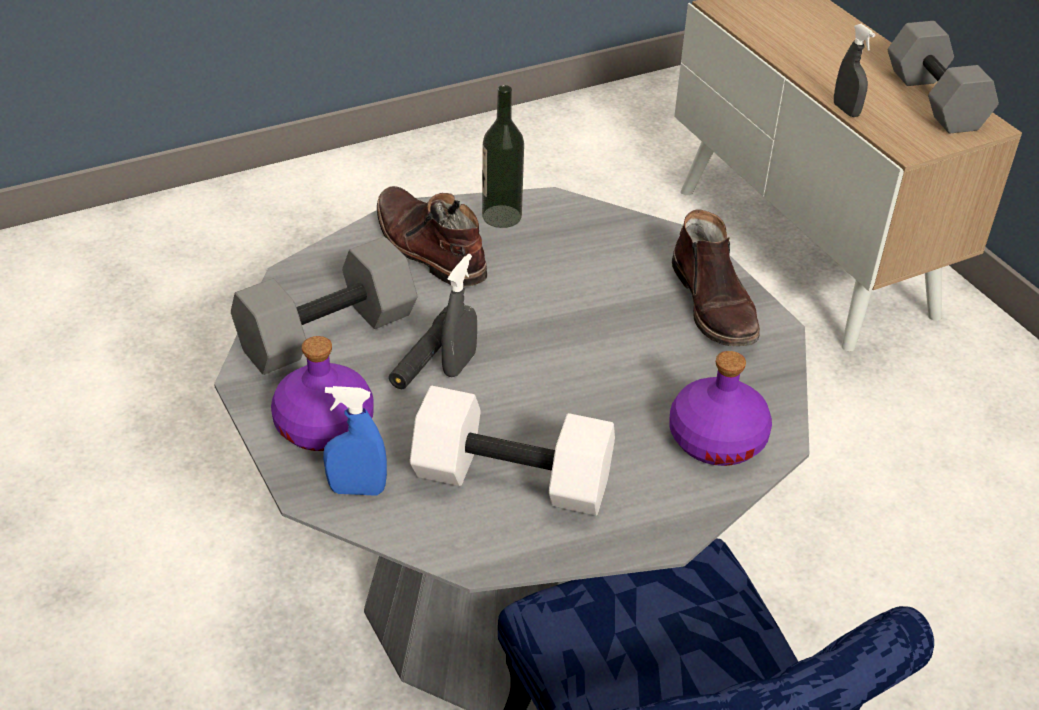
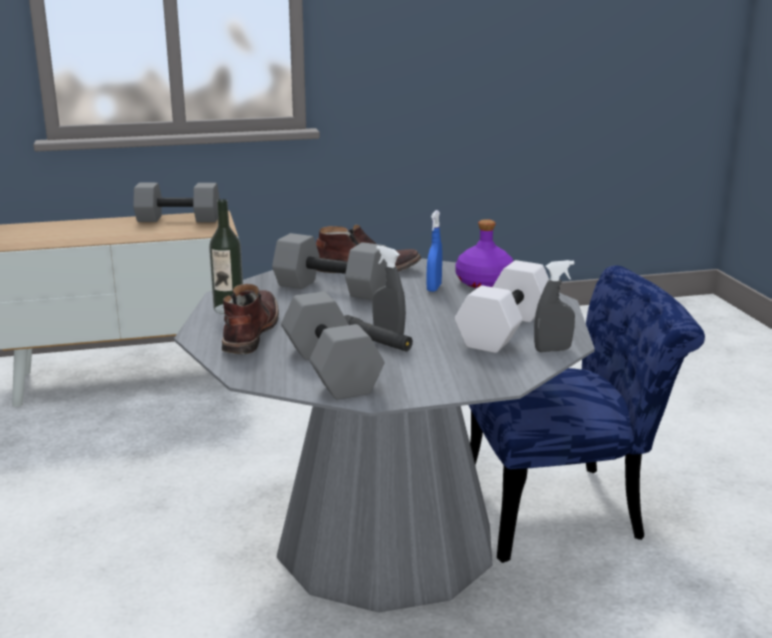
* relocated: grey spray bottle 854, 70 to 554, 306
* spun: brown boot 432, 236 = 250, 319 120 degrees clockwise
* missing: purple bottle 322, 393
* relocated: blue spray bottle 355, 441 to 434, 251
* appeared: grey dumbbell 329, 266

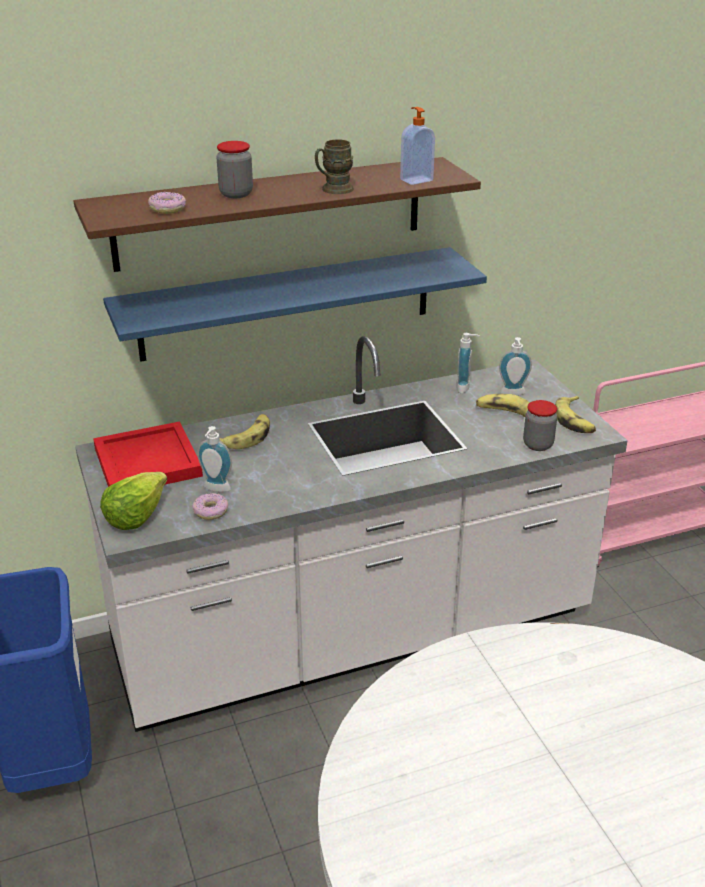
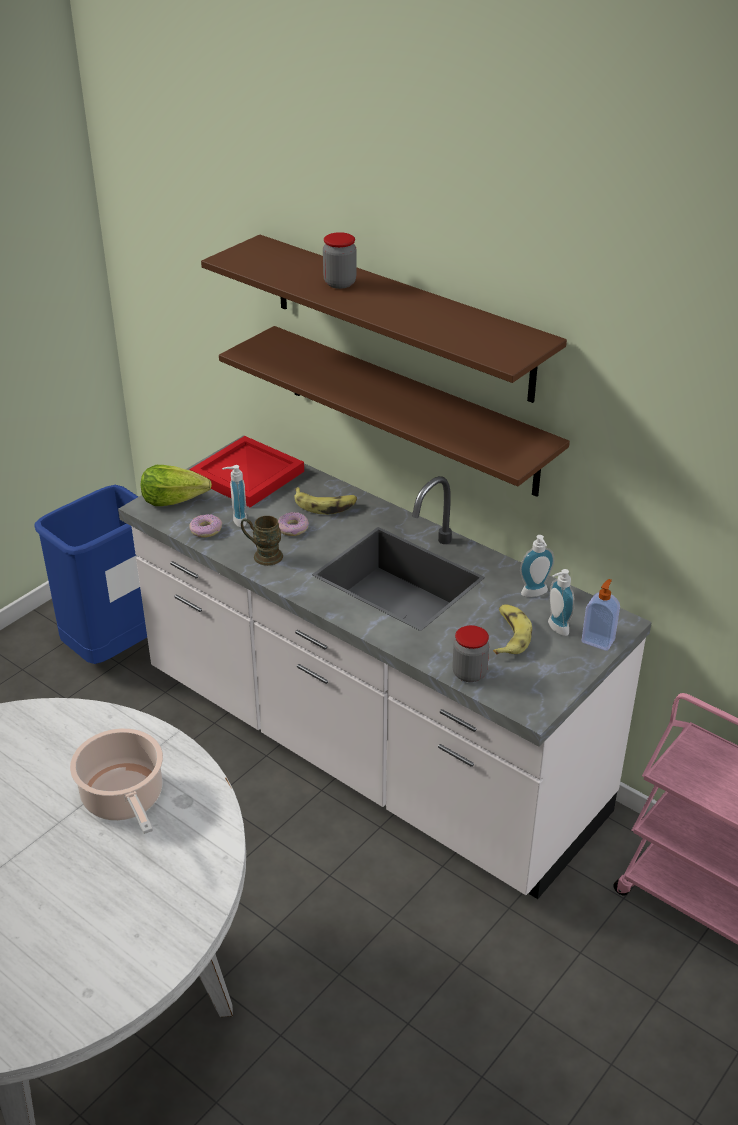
* relocated: soap dispenser 417, 146 to 600, 615
* relocated: brown mug 334, 166 to 262, 541
* relocated: donut 167, 203 to 293, 524
* colour: blue shelf 295, 304 to brown shelf 394, 411
* missing: banana 575, 414
* appeared: cooking pot 116, 781

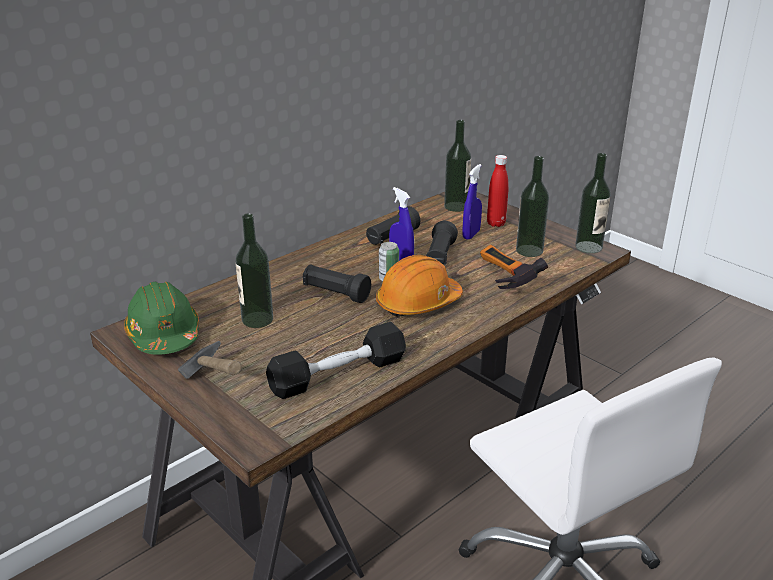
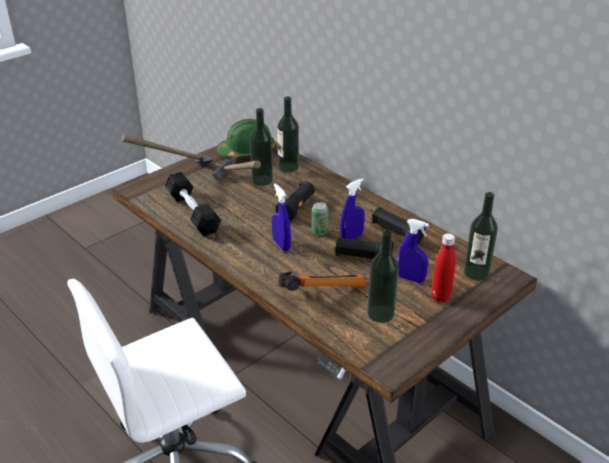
* relocated: bottle 593, 203 to 288, 134
* exchanged: orange hard hat 419, 286 to blue spray bottle 281, 217
* appeared: hammer 236, 168

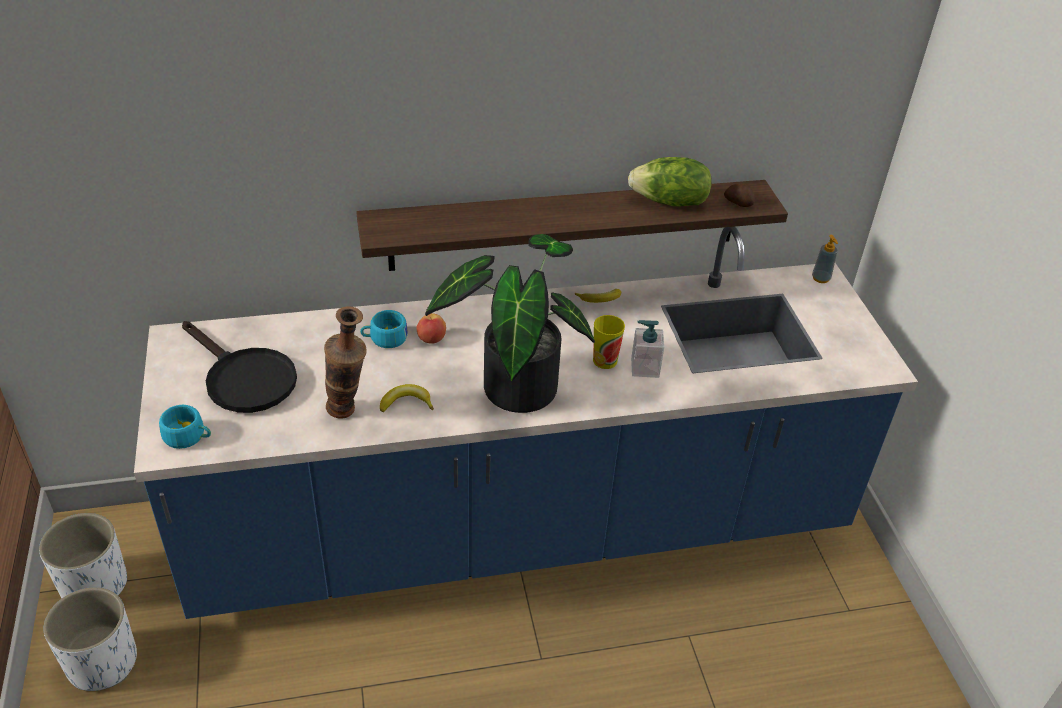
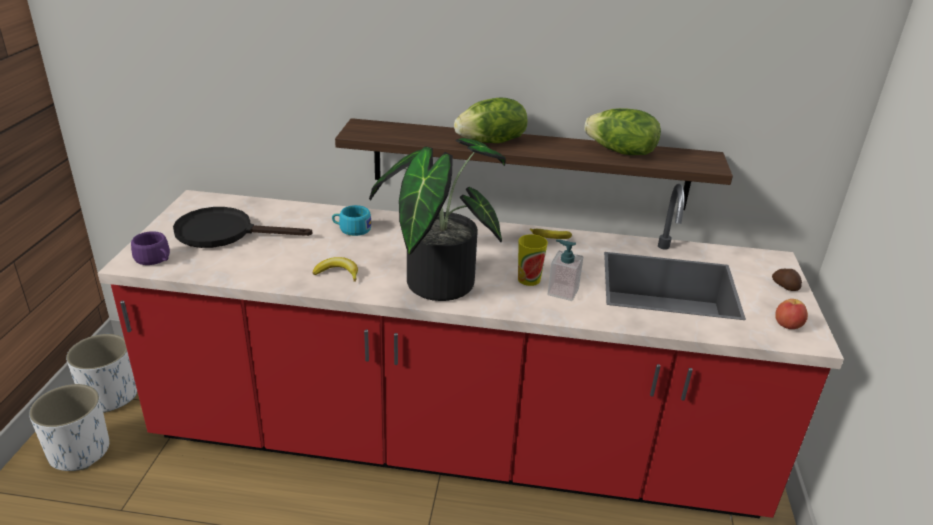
* relocated: potato 739, 195 to 787, 280
* colour: blue counter 526, 423 to red counter 471, 351
* missing: soap dispenser 825, 259
* missing: vase 345, 362
* relocated: apple 431, 328 to 791, 314
* spun: black frying pan 239, 367 = 242, 227 120 degrees clockwise
* colour: turquoise cup 185, 427 to purple cup 150, 248
* appeared: lettuce 491, 120

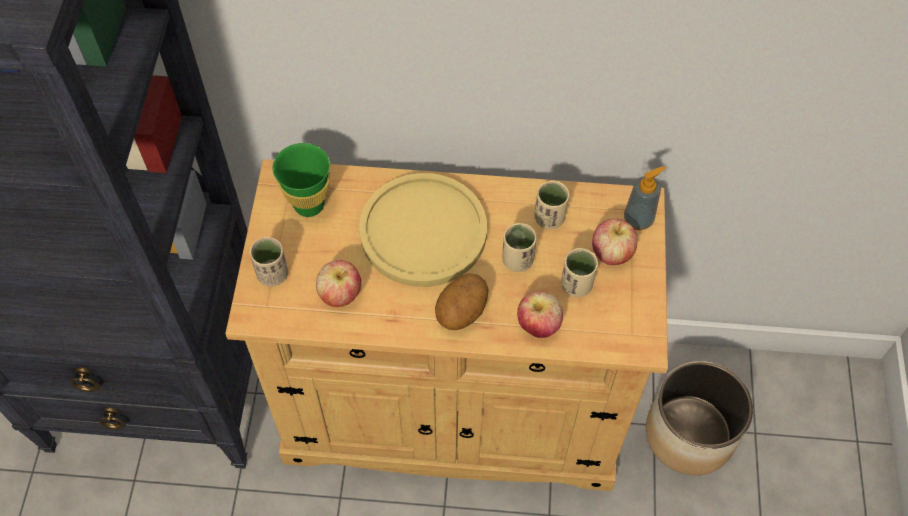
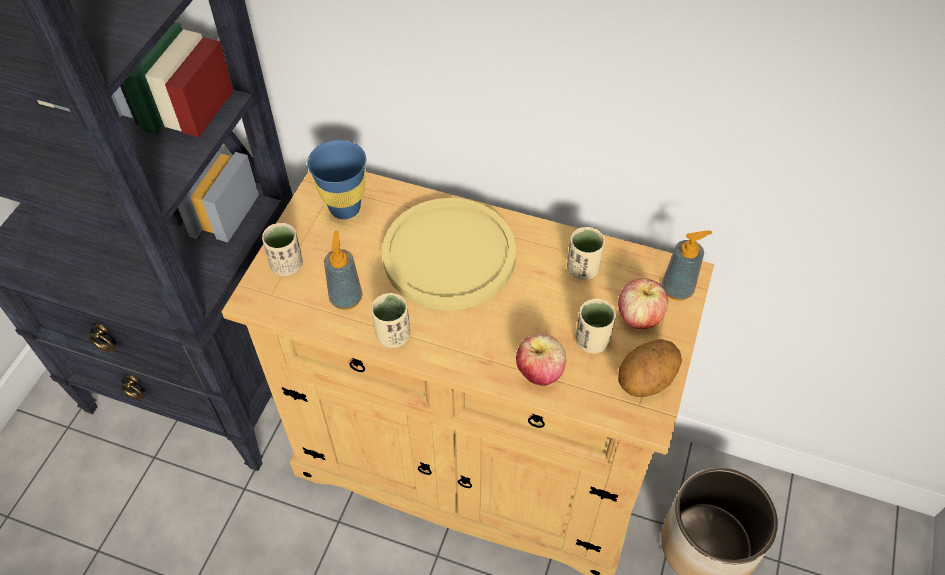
* colour: green cup 301, 180 to blue cup 336, 179
* relocated: beige cup 519, 247 to 390, 320
* exchanged: apple 338, 283 to soap dispenser 343, 270
* relocated: potato 462, 302 to 650, 368

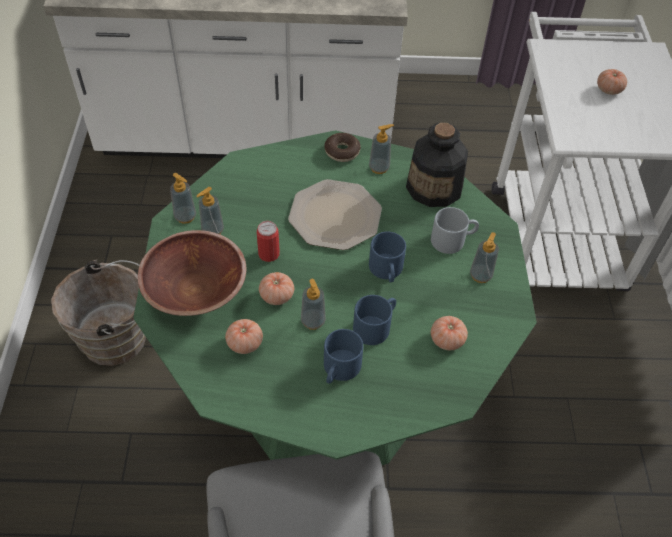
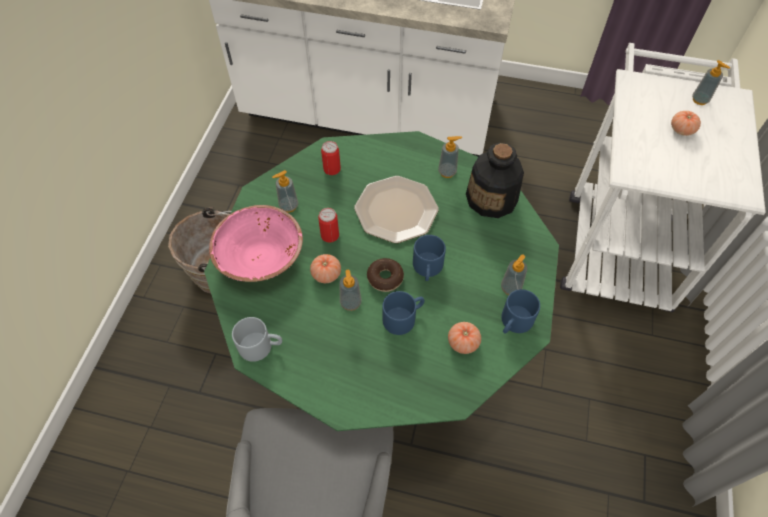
* relocated: donut 343, 147 to 385, 275
* relocated: soap dispenser 183, 198 to 711, 82
* relocated: grey mug 455, 230 to 257, 339
* colour: brown bowl 192, 273 to pink bowl 256, 243
* missing: tomato 244, 336
* relocated: blue mug 343, 356 to 520, 311
* appeared: can 331, 158

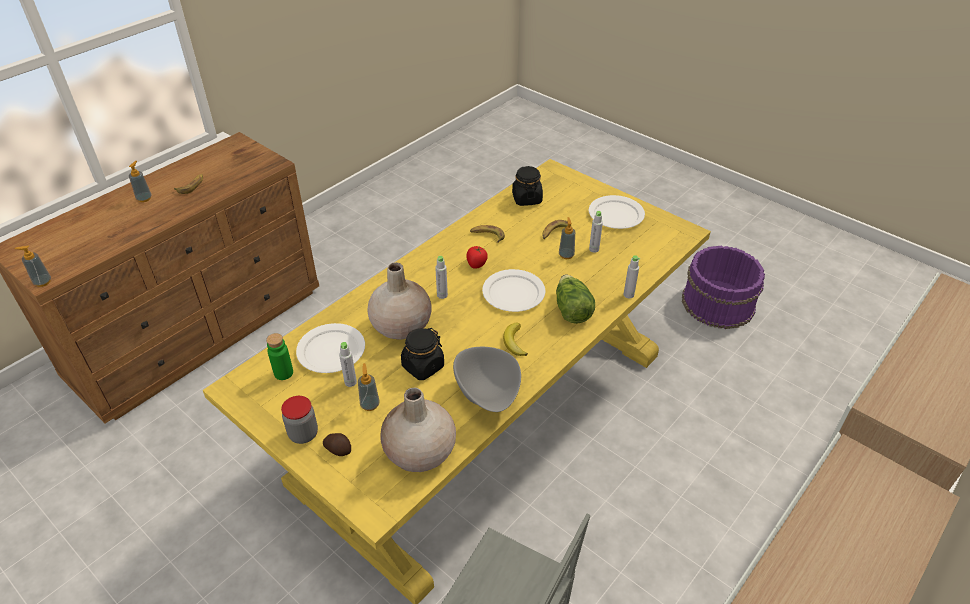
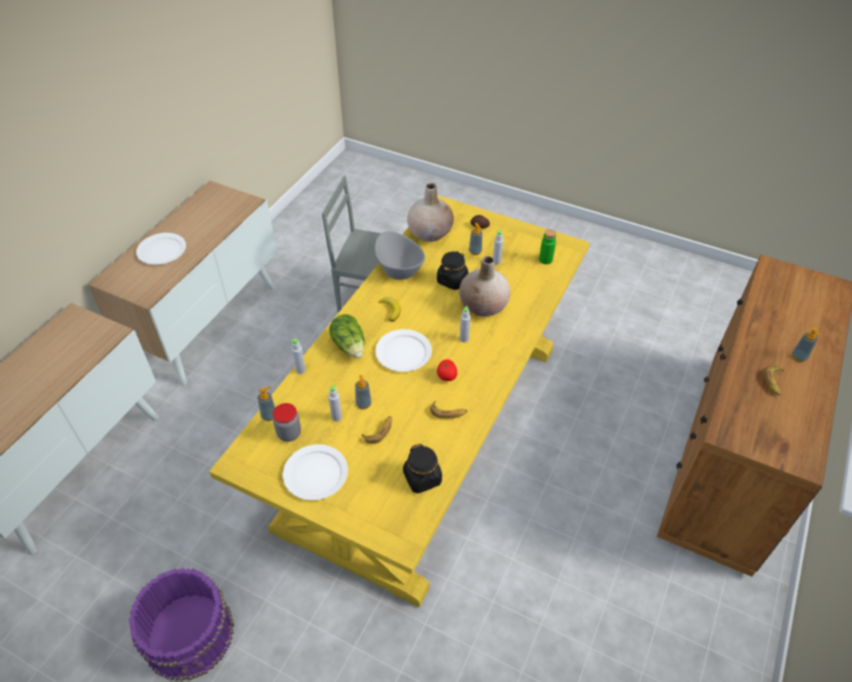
* relocated: soap dispenser 32, 266 to 266, 403
* relocated: white plate 330, 348 to 161, 249
* relocated: jar 299, 420 to 286, 422

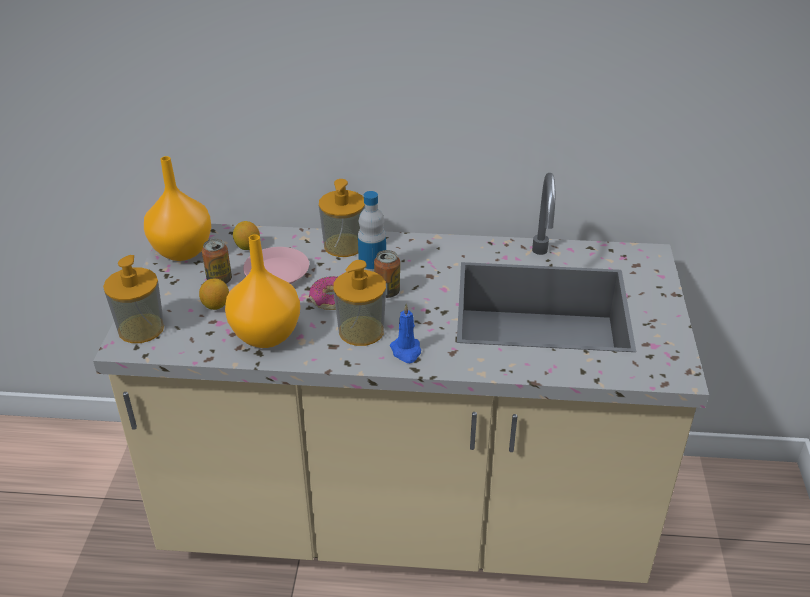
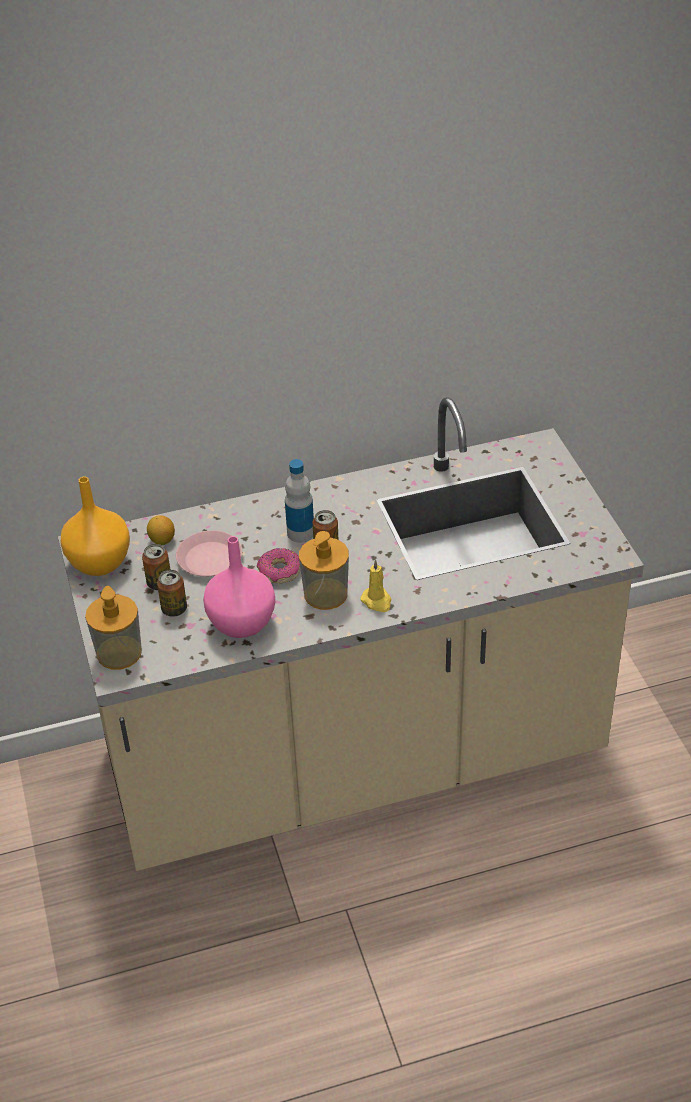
* missing: soap dispenser 342, 218
* colour: orange vase 262, 291 to pink vase 239, 587
* exchanged: lemon 214, 294 to can 172, 593
* colour: blue candle 405, 333 to yellow candle 376, 585

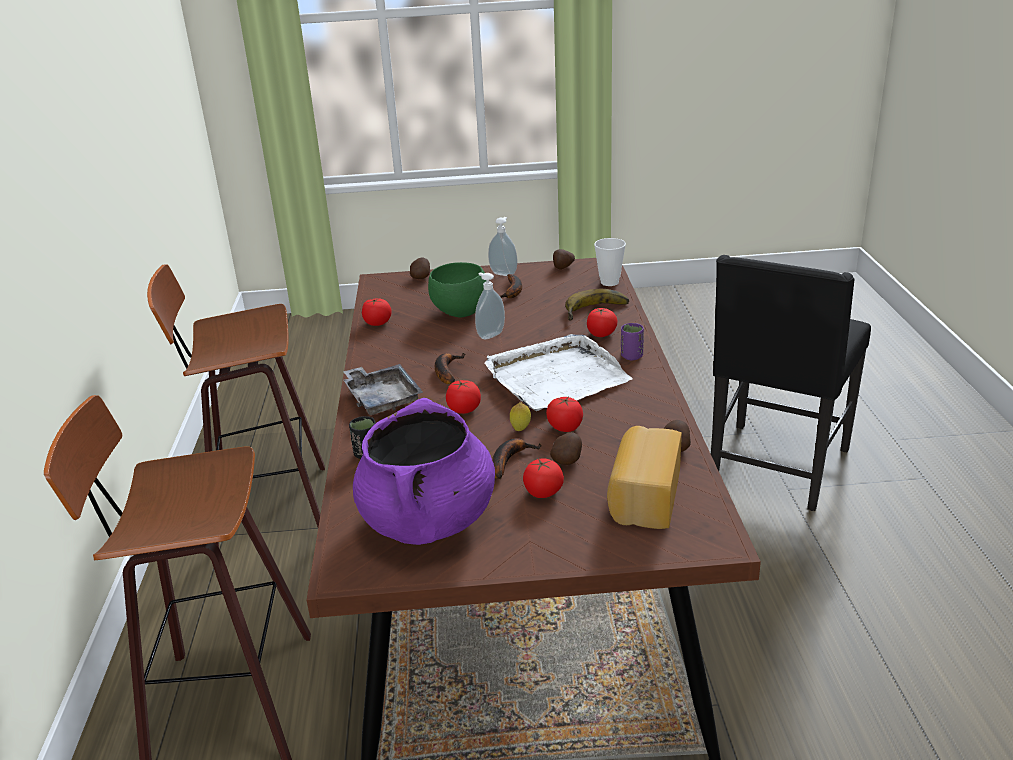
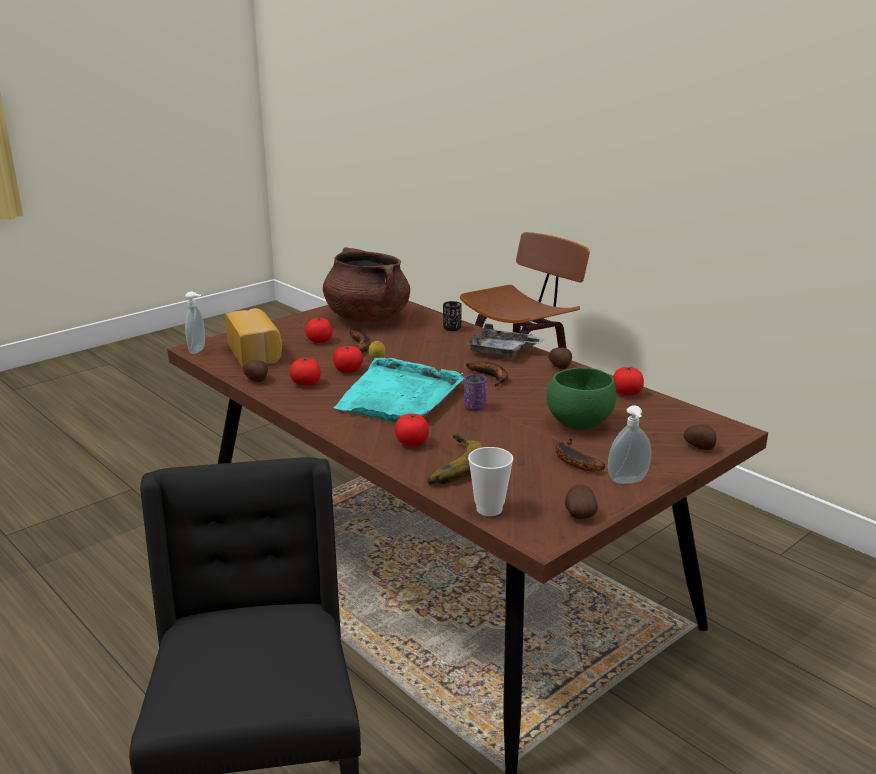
* missing: stool 236, 406
* relocated: soap dispenser 490, 305 to 195, 322
* relocated: purple cup 632, 341 to 475, 392
* colour: white tray 558, 372 to turquoise tray 398, 390
* relocated: tomato 463, 397 to 305, 371
* colour: purple cooking pot 424, 471 to brown cooking pot 366, 285
* relocated: potato 566, 448 to 560, 358

